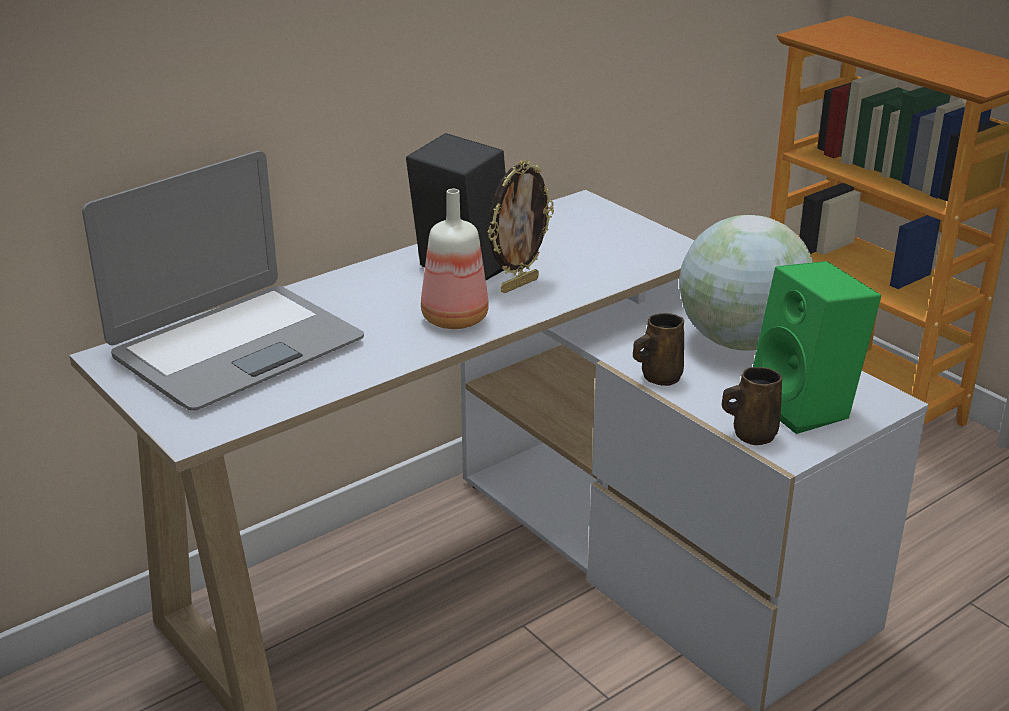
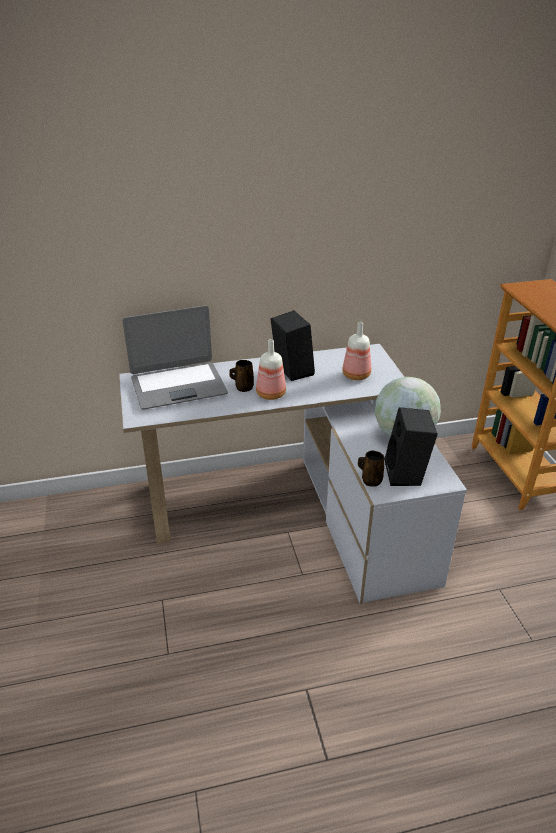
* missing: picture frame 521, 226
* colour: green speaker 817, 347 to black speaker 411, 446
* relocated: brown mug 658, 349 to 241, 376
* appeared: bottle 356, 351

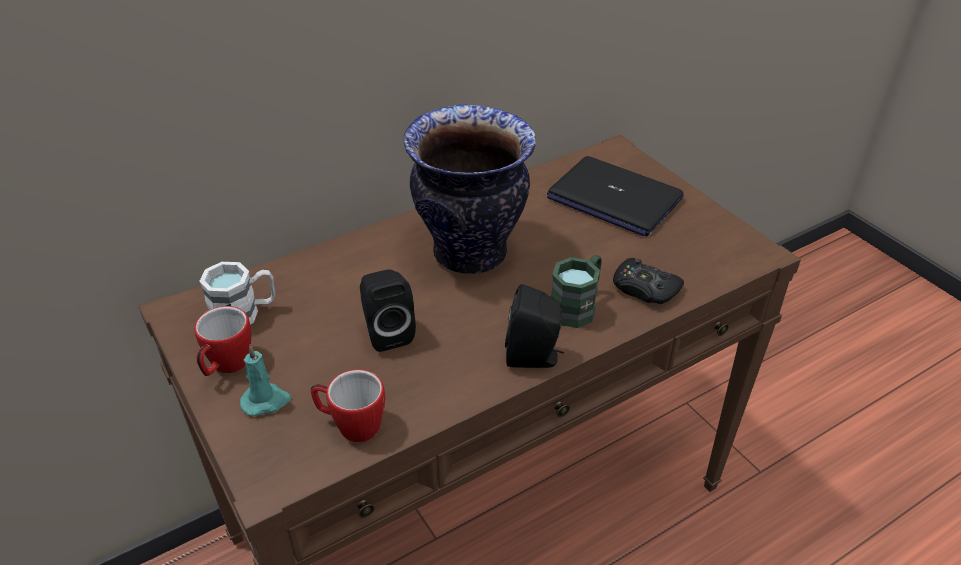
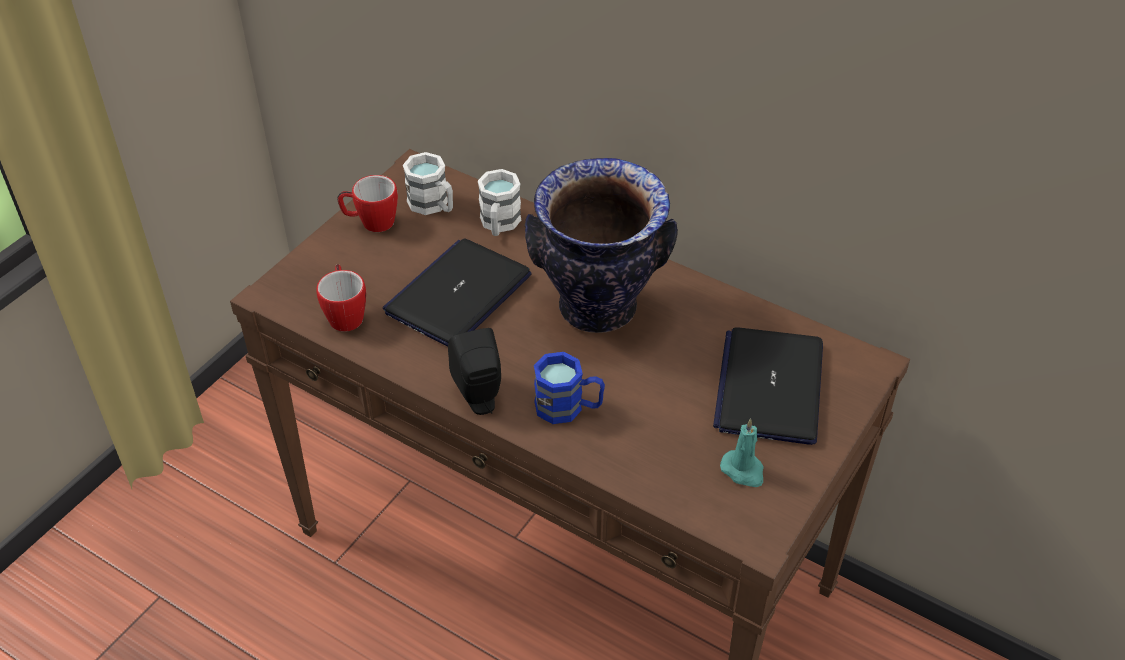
* colour: green mug 576, 291 to blue mug 569, 388
* missing: black game controller 648, 281
* exchanged: black speaker 388, 311 to laptop 457, 292
* relocated: turquoise candle 266, 380 to 742, 452
* appeared: white mug 499, 202

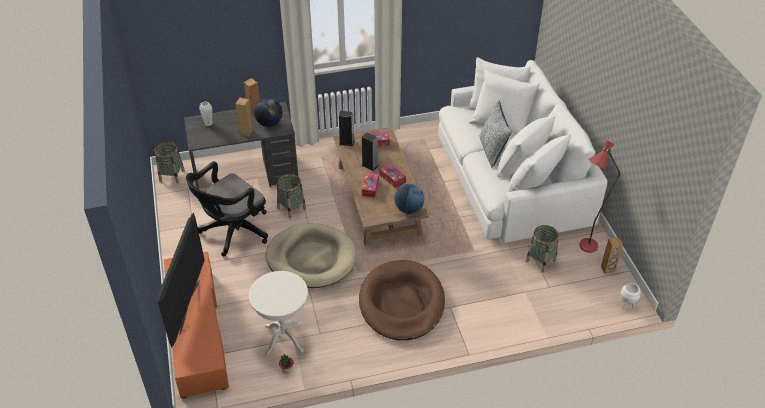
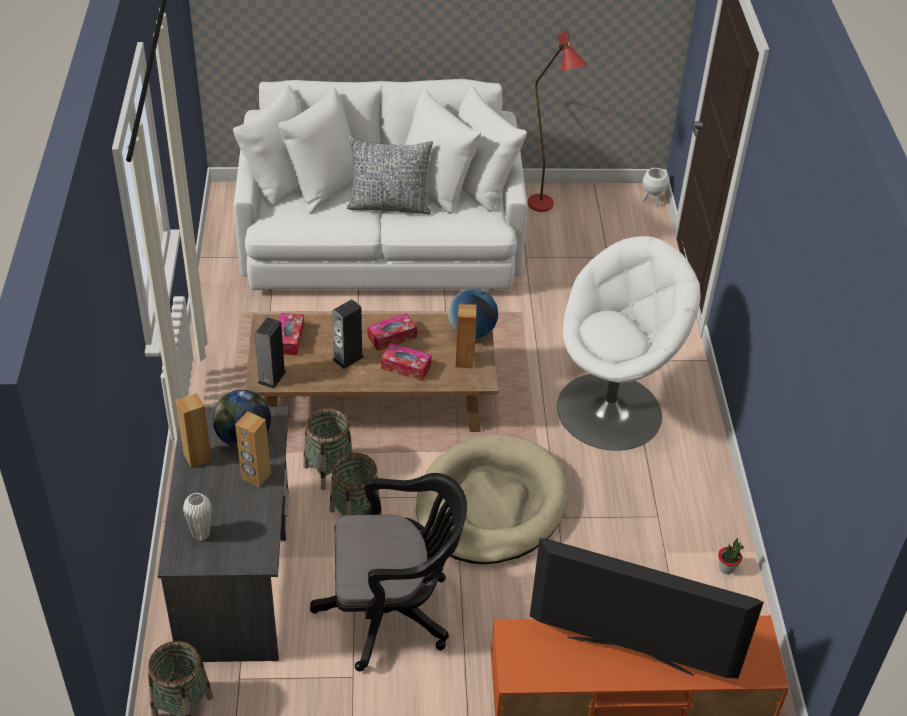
* spun: black office chair 227, 208 = 388, 572 60 degrees counterclockwise
* relocated: basket 542, 249 to 328, 449
* relocated: brown speaker 612, 256 to 466, 336
* exchanged: brown dog bed 402, 300 to white armchair 629, 343
* missing: white side table 278, 313

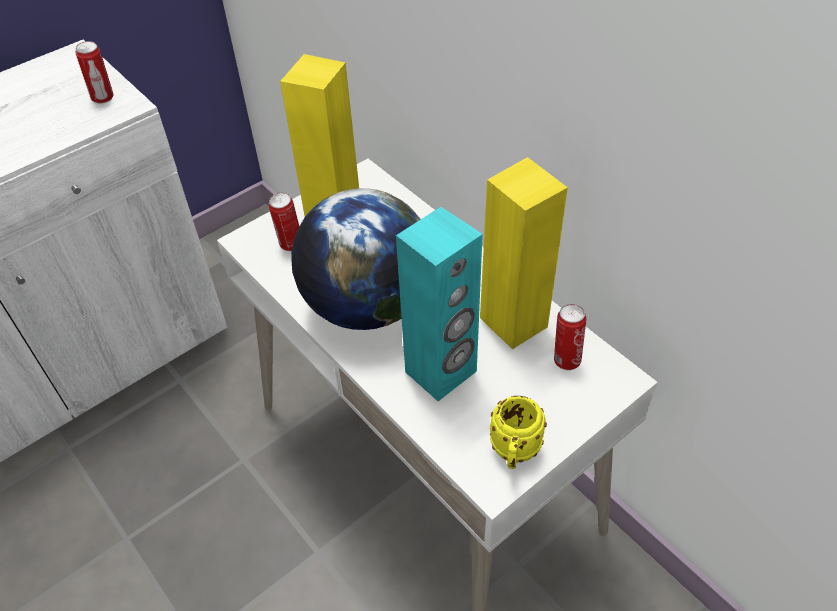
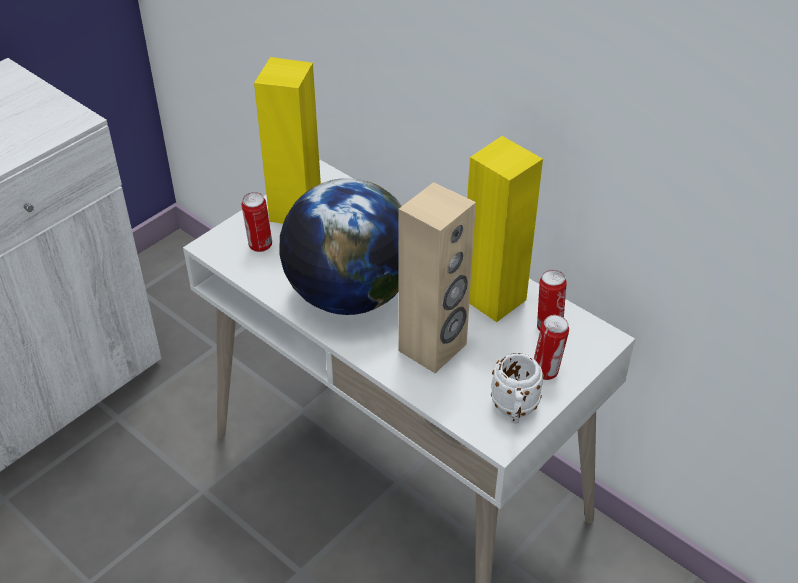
* relocated: can 94, 72 to 551, 347
* colour: turquoise speaker 439, 304 to beige speaker 437, 277
* colour: yellow mug 518, 432 to white mug 517, 388

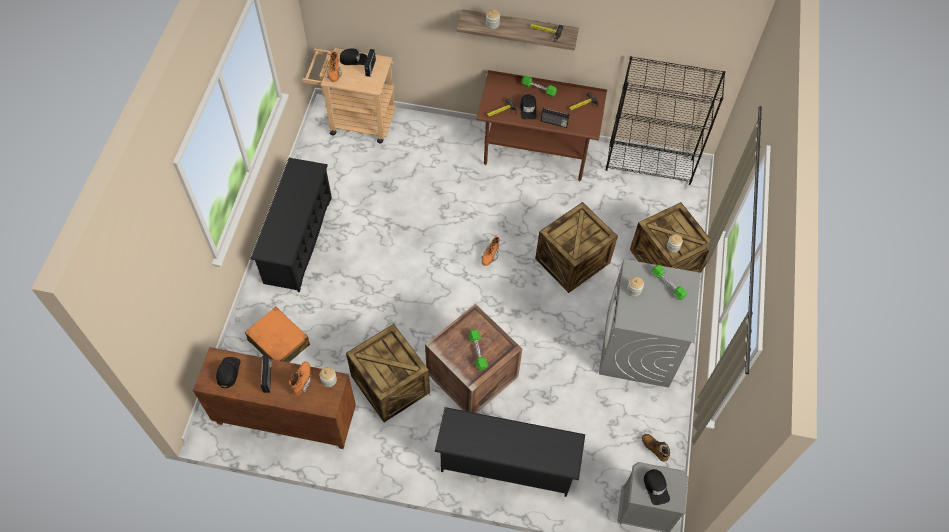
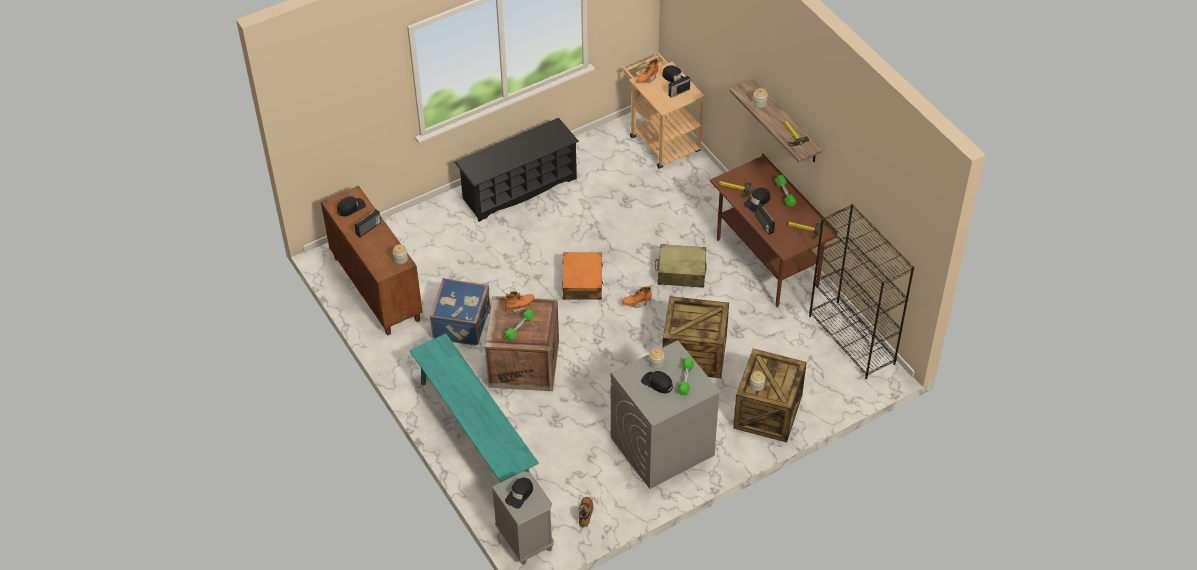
* relocated: orange suitcase 277, 334 to 583, 276
* exchanged: crate 388, 373 to blue suitcase 460, 311
* relocated: orange boot 300, 378 to 519, 302
* exchanged: black shoe rack 510, 452 to turquoise bench 474, 407
* appeared: beige suitcase 681, 266
* appeared: black cap 657, 382

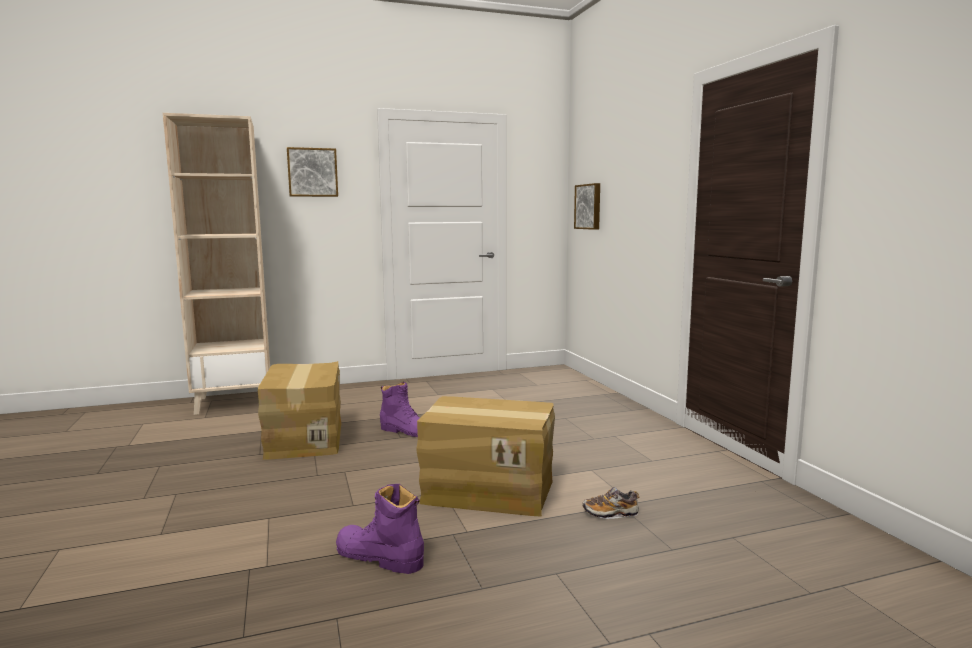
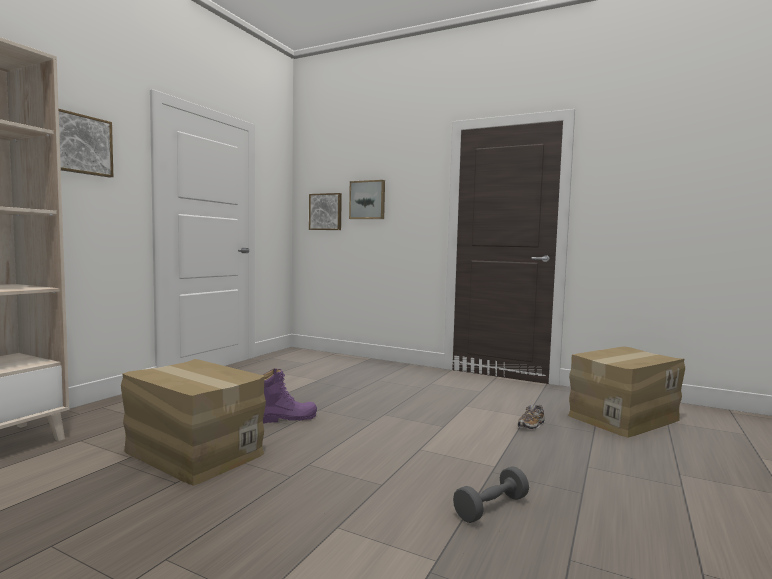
* relocated: cardboard box 485, 456 to 626, 392
* exchanged: purple boot 380, 529 to grey dumbbell 491, 494
* appeared: picture 367, 199

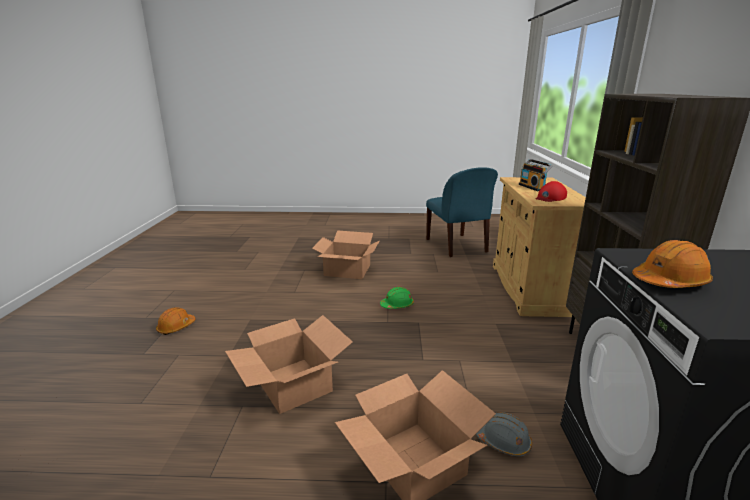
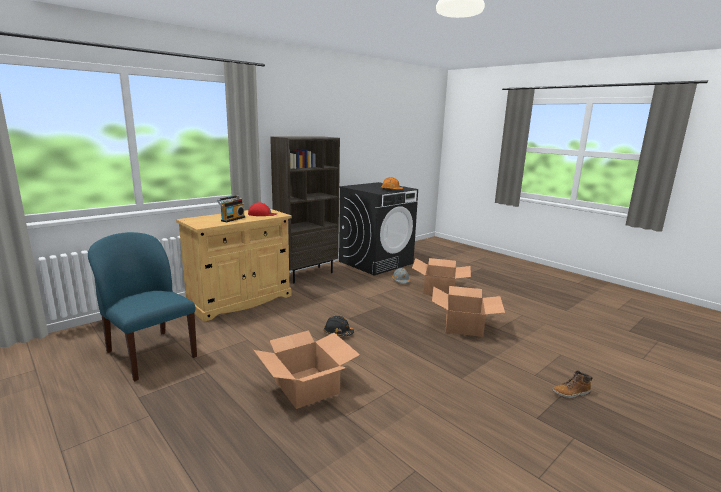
* spun: blue chair 462, 212 = 142, 306 75 degrees counterclockwise
* colour: green hard hat 397, 298 to black hard hat 339, 326
* missing: orange hard hat 176, 321
* appeared: boot 572, 384

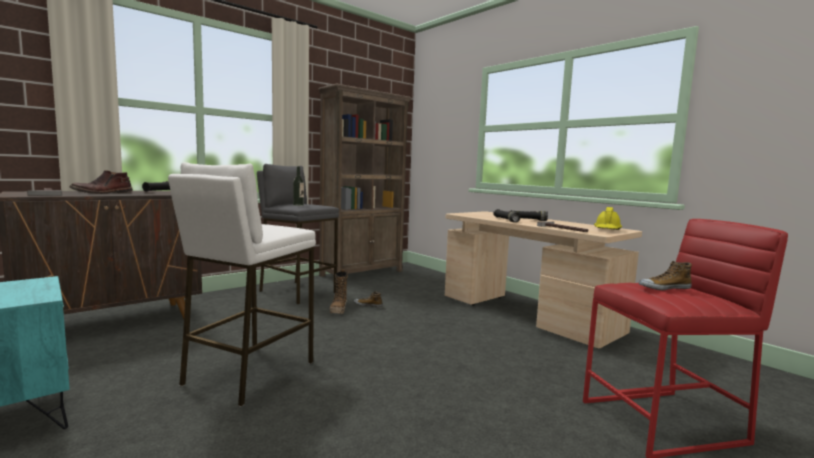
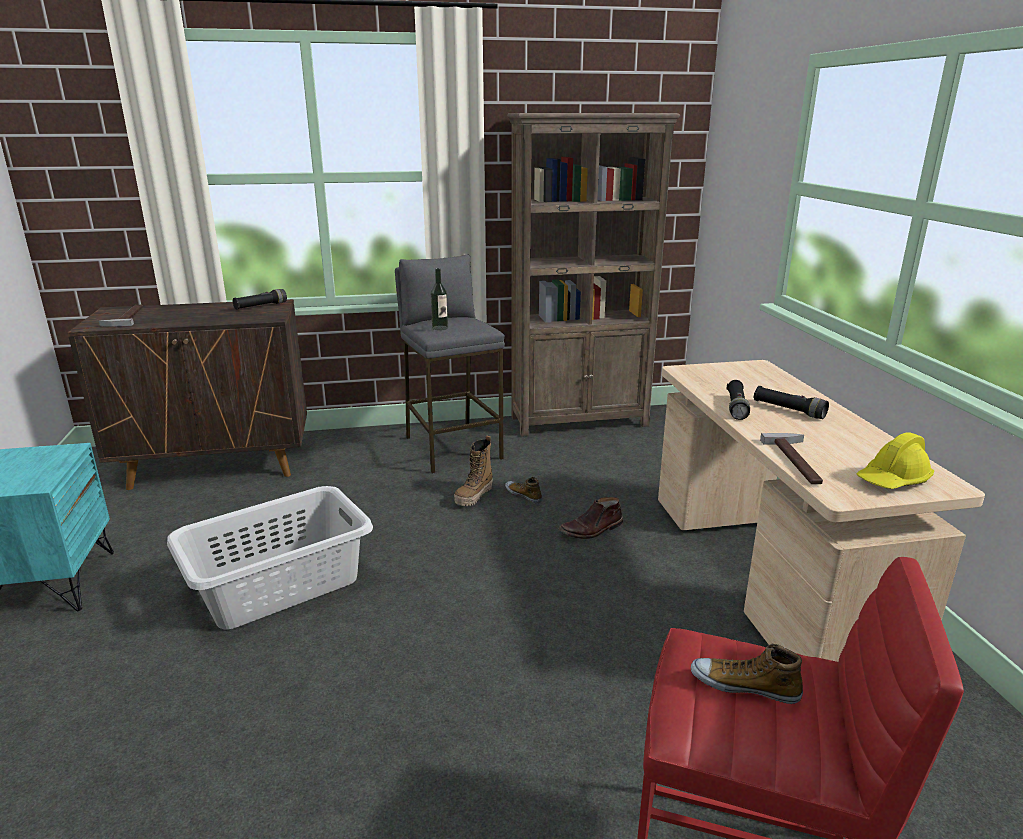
* exchanged: white stool 242, 284 to grey laundry basket 270, 558
* relocated: brown boot 101, 182 to 591, 518

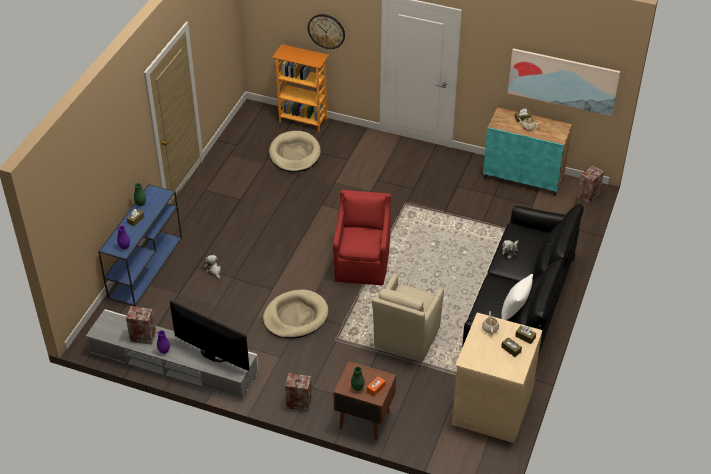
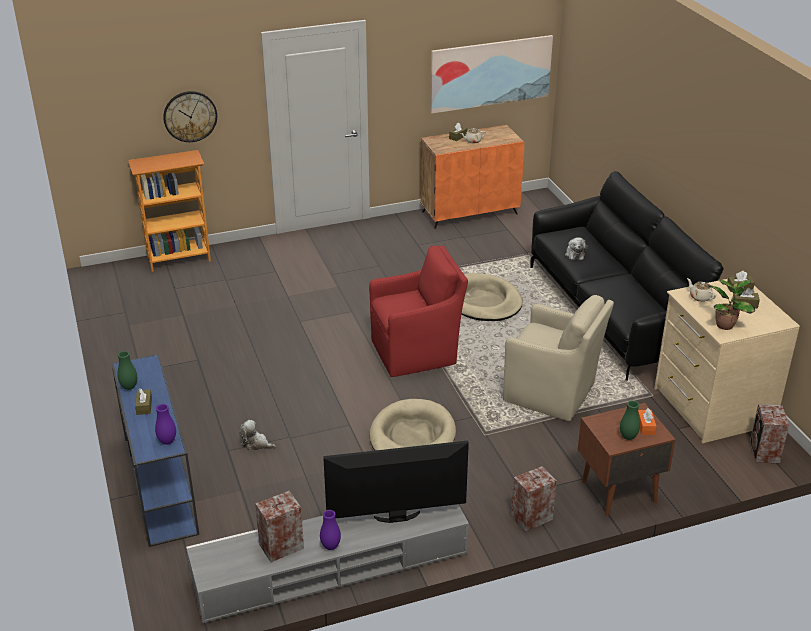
* colour: turquoise cabinet 527, 151 to orange cabinet 472, 177
* relocated: beige dog bed 295, 151 to 492, 297
* relocated: speaker 590, 184 to 769, 433
* spun: red armchair 362, 237 = 418, 311 105 degrees clockwise
* spun: beige armchair 408, 318 = 558, 358 45 degrees counterclockwise
* missing: white pillow 517, 297
* appeared: potted plant 732, 305

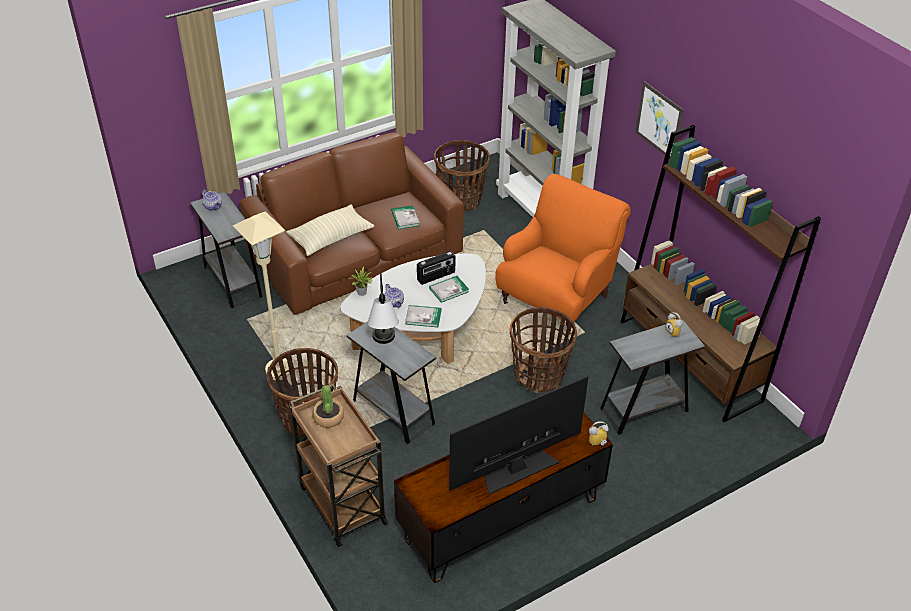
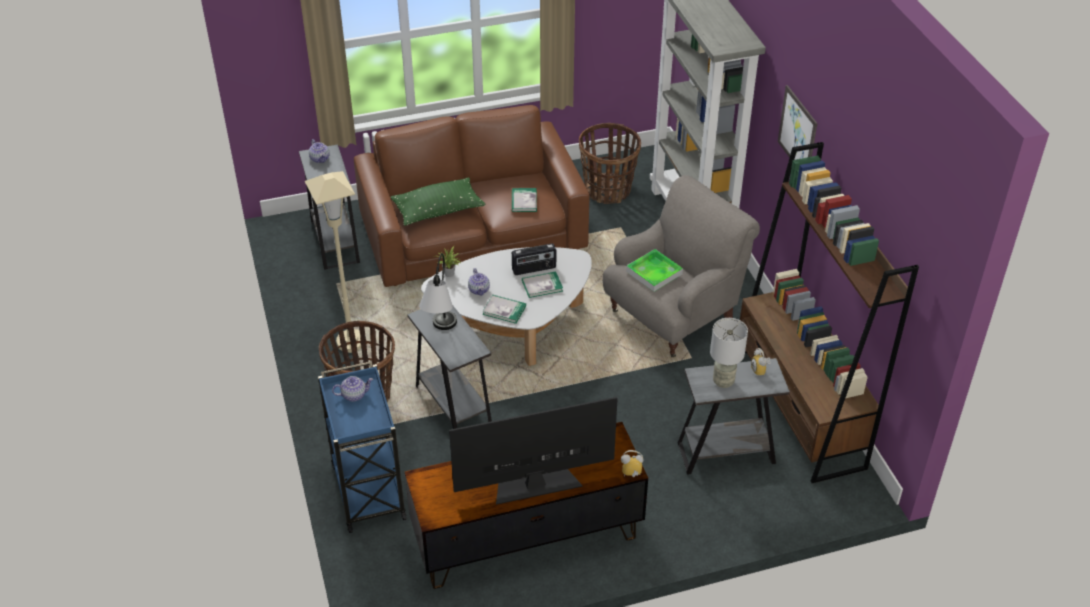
* colour: orange armchair 563, 254 to grey armchair 681, 266
* colour: beige pillow 330, 230 to green pillow 438, 201
* missing: basket 543, 350
* colour: brown cart 339, 465 to blue cart 362, 447
* exchanged: potted plant 328, 406 to teapot 352, 389
* appeared: tray 654, 270
* appeared: grey table lamp 729, 353

